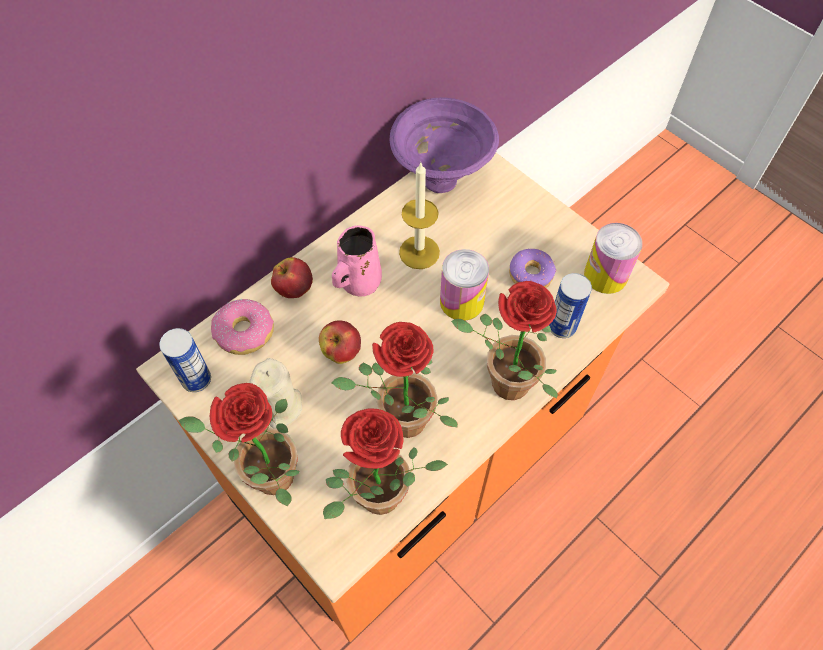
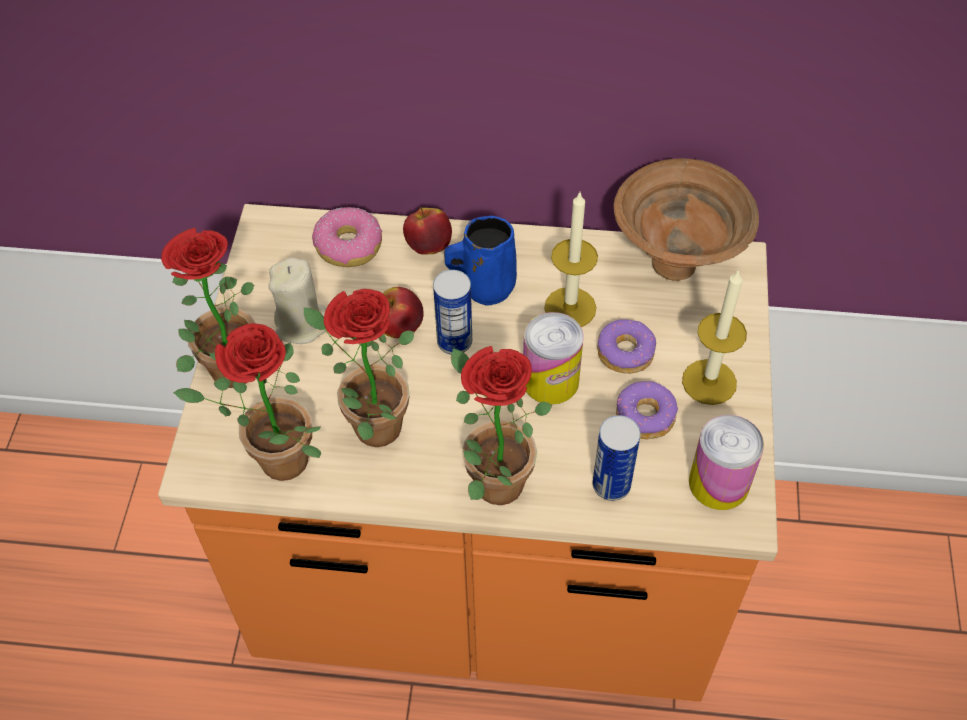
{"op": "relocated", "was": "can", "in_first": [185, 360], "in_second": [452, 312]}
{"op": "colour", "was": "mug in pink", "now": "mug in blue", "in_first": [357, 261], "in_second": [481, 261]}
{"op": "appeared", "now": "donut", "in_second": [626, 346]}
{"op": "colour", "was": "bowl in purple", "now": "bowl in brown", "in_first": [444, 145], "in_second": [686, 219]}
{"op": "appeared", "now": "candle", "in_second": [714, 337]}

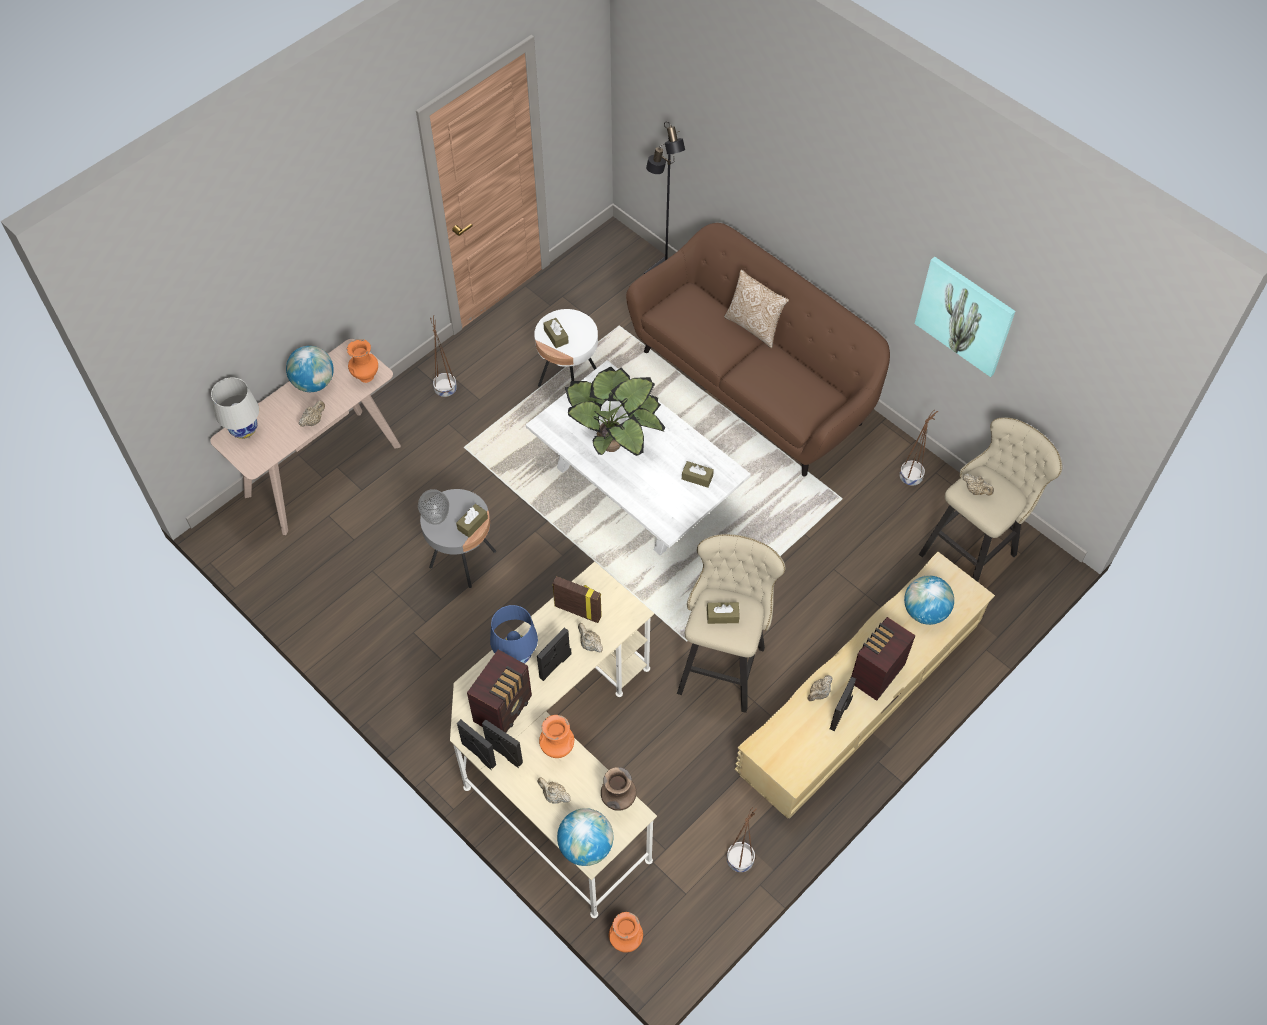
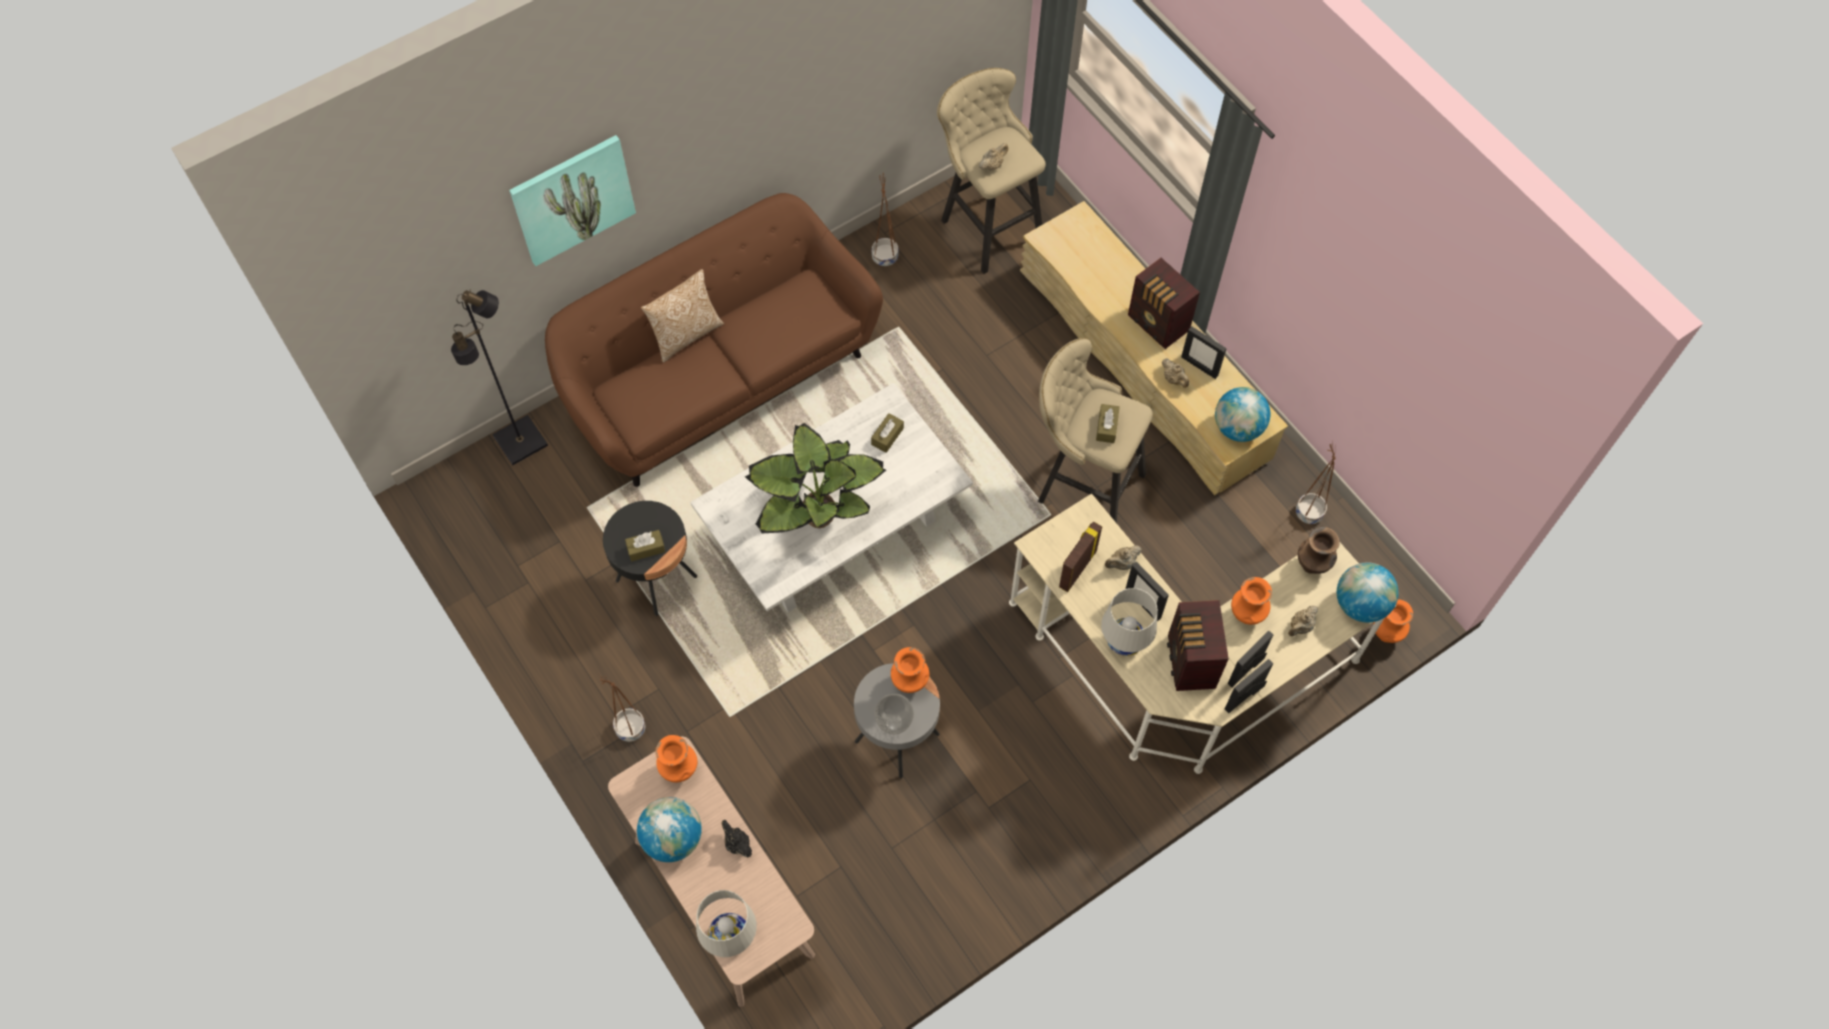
{"op": "relocated", "was": "picture", "in_first": [965, 317], "in_second": [572, 200]}
{"op": "colour", "was": "side table in white", "now": "side table in black", "in_first": [566, 348], "in_second": [650, 558]}
{"op": "colour", "was": "teapot in beige", "now": "teapot in black", "in_first": [312, 414], "in_second": [737, 839]}
{"op": "exchanged", "was": "tissue box in brown", "now": "vase in orange", "in_first": [472, 520], "in_second": [910, 670]}
{"op": "colour", "was": "table lamp in blue", "now": "table lamp in white", "in_first": [514, 634], "in_second": [1129, 622]}
{"op": "spun", "was": "radio", "in_first": [499, 691], "in_second": [1198, 645], "clockwise": -135}
{"op": "relocated", "was": "globe", "in_first": [929, 600], "in_second": [1242, 414]}

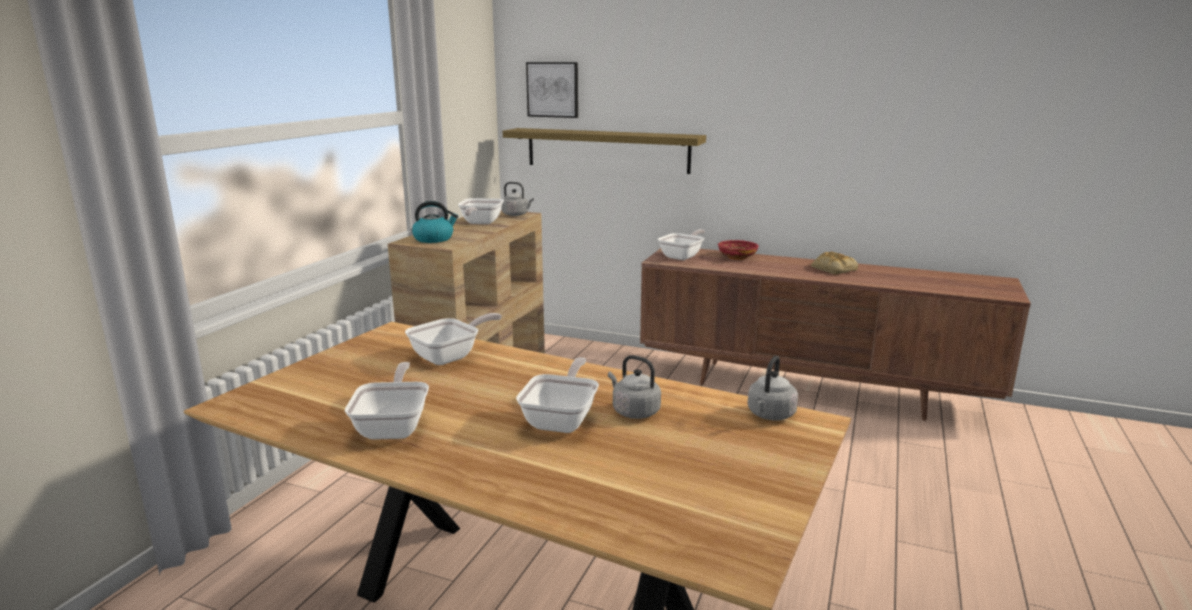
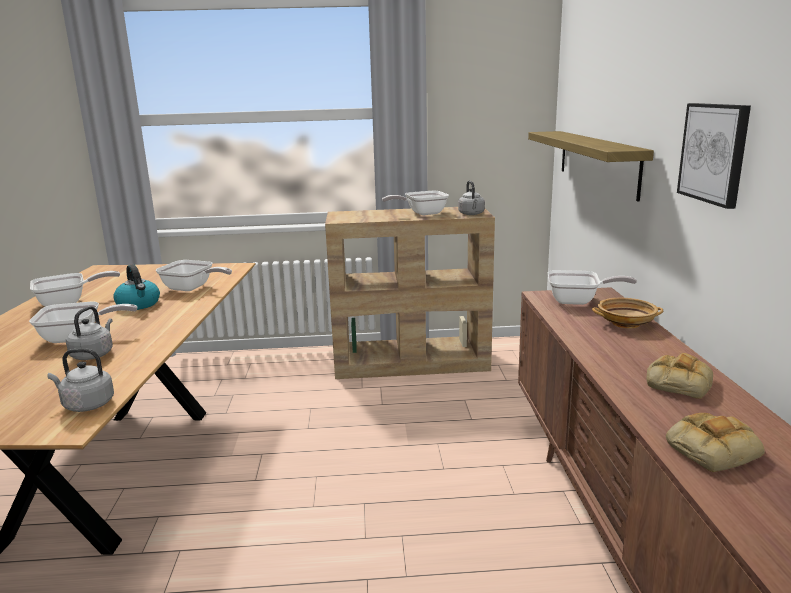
{"op": "relocated", "was": "kettle", "in_first": [435, 222], "in_second": [136, 287]}
{"op": "colour", "was": "bowl in red", "now": "bowl in beige", "in_first": [738, 250], "in_second": [627, 313]}
{"op": "appeared", "now": "bread", "in_second": [715, 442]}
{"op": "relocated", "was": "picture", "in_first": [552, 90], "in_second": [714, 156]}

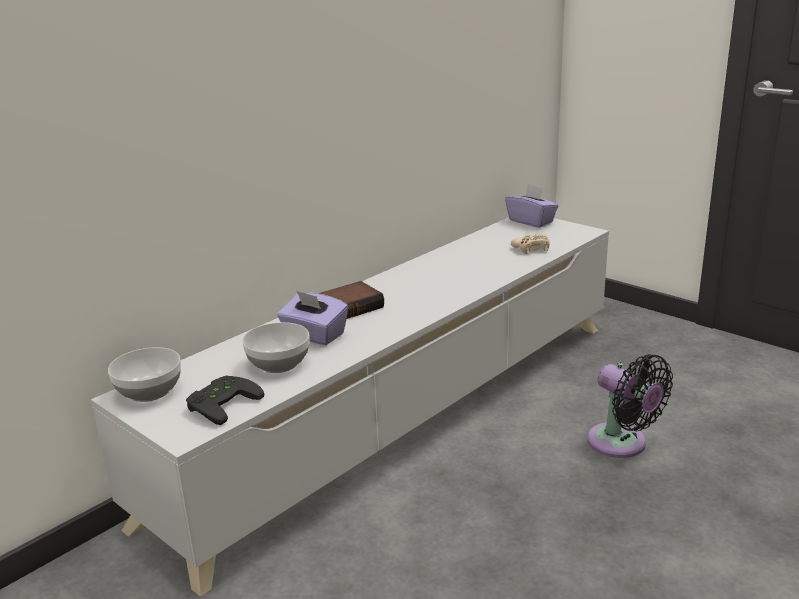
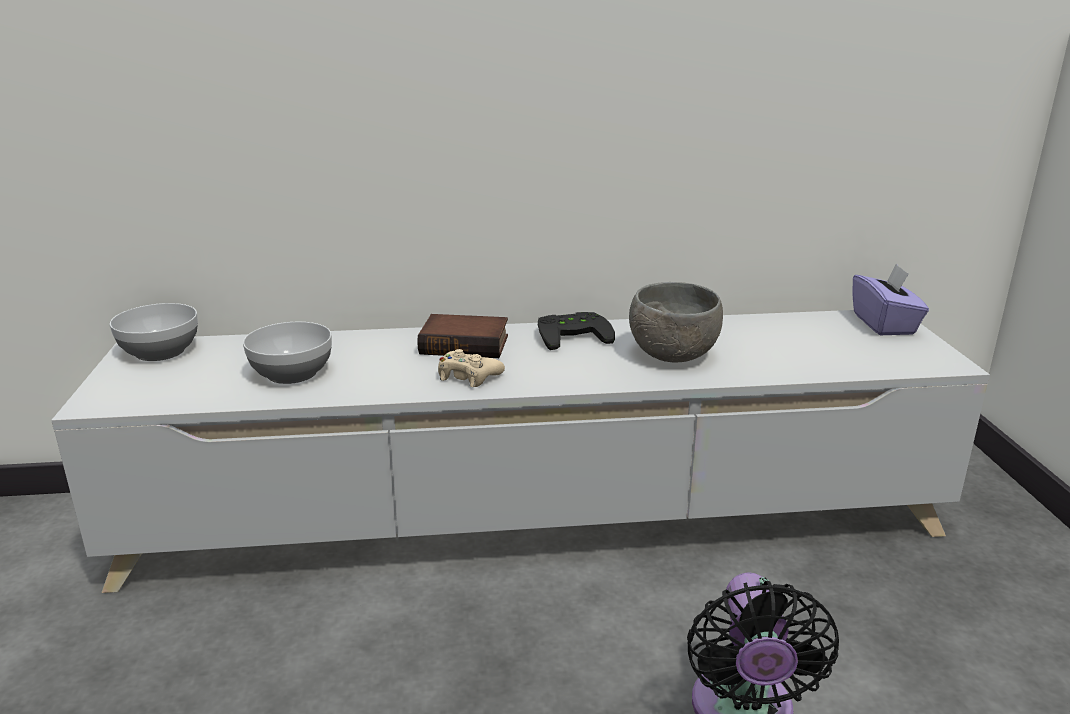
{"op": "relocated", "was": "game controller in beige", "in_first": [530, 244], "in_second": [471, 368]}
{"op": "relocated", "was": "game controller in black", "in_first": [225, 400], "in_second": [576, 331]}
{"op": "appeared", "now": "bowl in grey", "in_second": [676, 322]}
{"op": "missing", "was": "tissue box in purple", "in_first": [312, 317]}

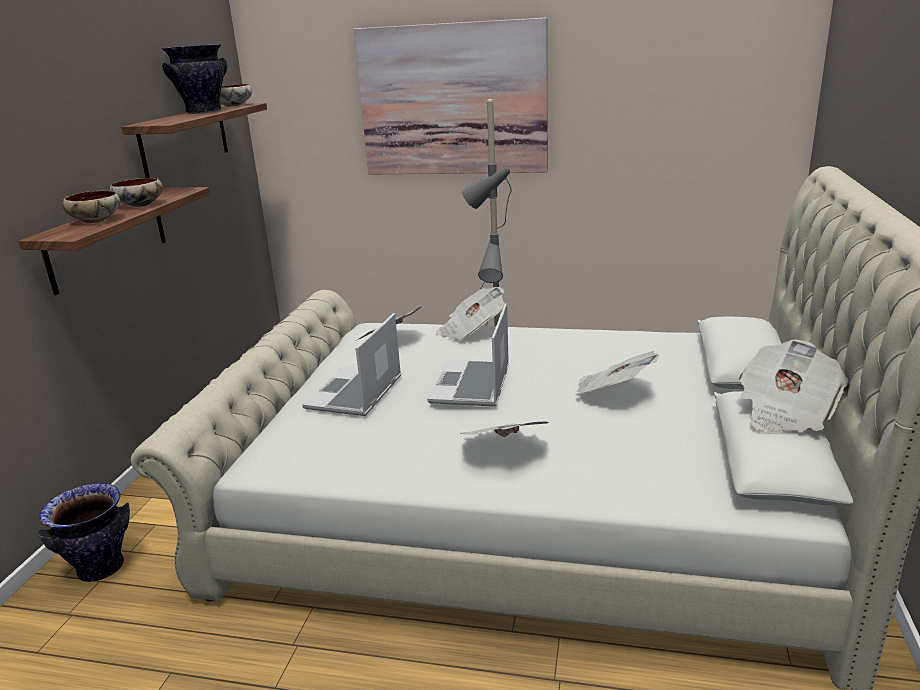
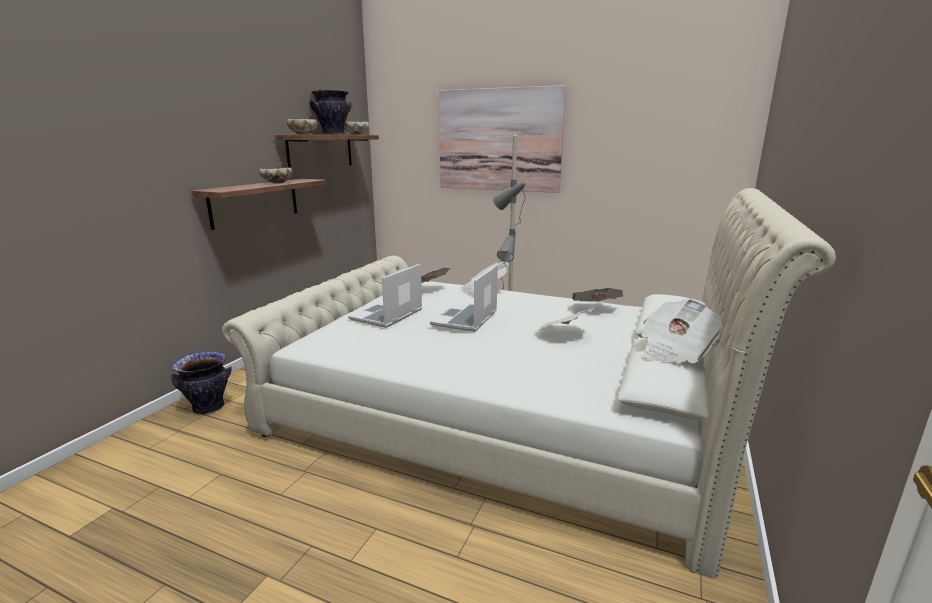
{"op": "relocated", "was": "bowl", "in_first": [91, 207], "in_second": [302, 127]}
{"op": "relocated", "was": "newspaper", "in_first": [504, 429], "in_second": [597, 294]}

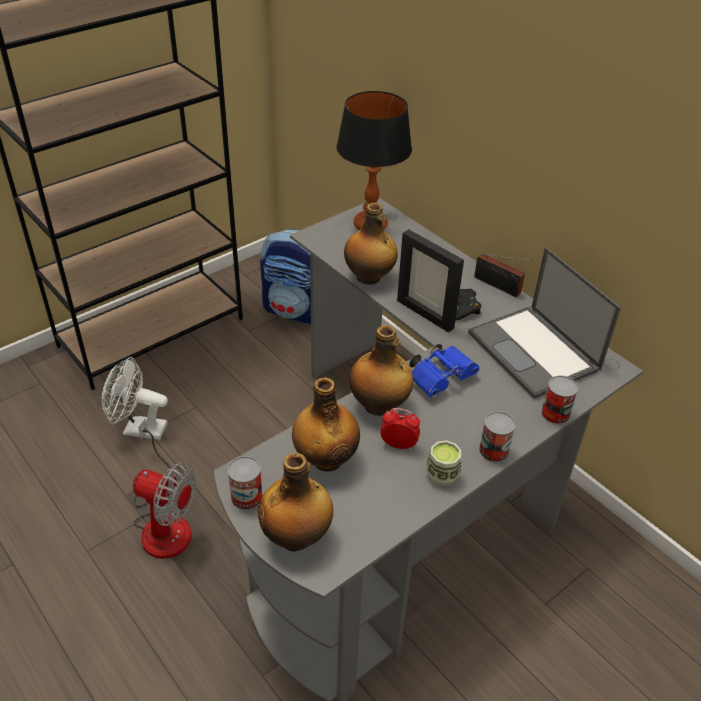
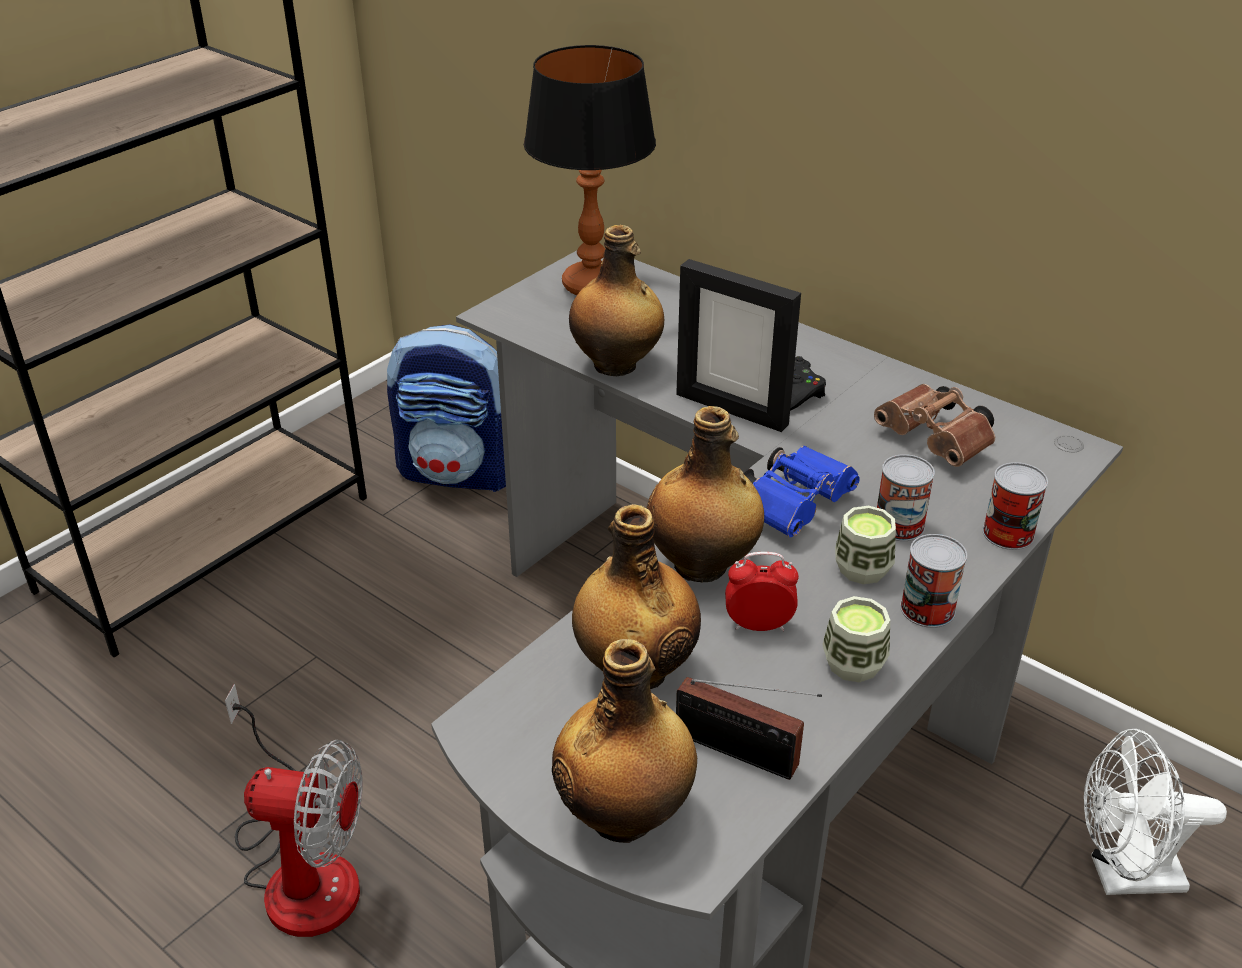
{"op": "relocated", "was": "radio", "in_first": [503, 275], "in_second": [749, 728]}
{"op": "appeared", "now": "cup", "in_second": [865, 545]}
{"op": "exchanged", "was": "laptop", "now": "binoculars in brown", "in_first": [544, 323], "in_second": [934, 425]}
{"op": "relocated", "was": "can", "in_first": [245, 483], "in_second": [906, 497]}
{"op": "relocated", "was": "fan in white", "in_first": [135, 398], "in_second": [1155, 812]}

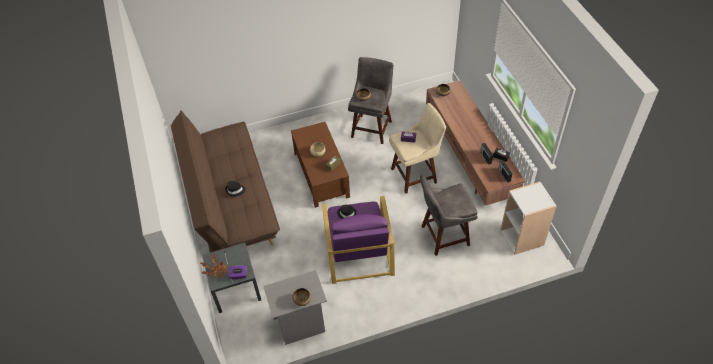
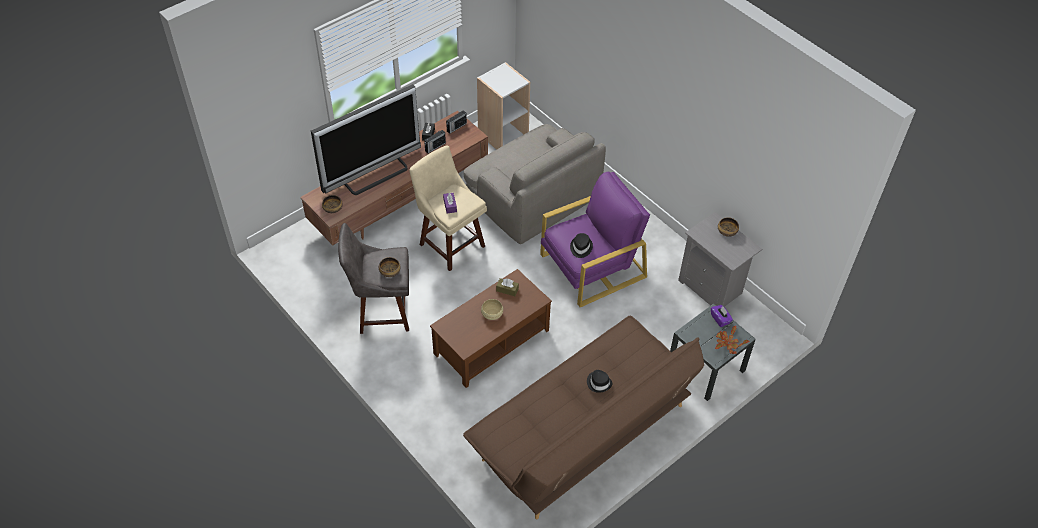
{"op": "appeared", "now": "television", "in_second": [366, 139]}
{"op": "exchanged", "was": "stool in grey", "now": "armchair in grey", "in_first": [449, 215], "in_second": [535, 184]}

